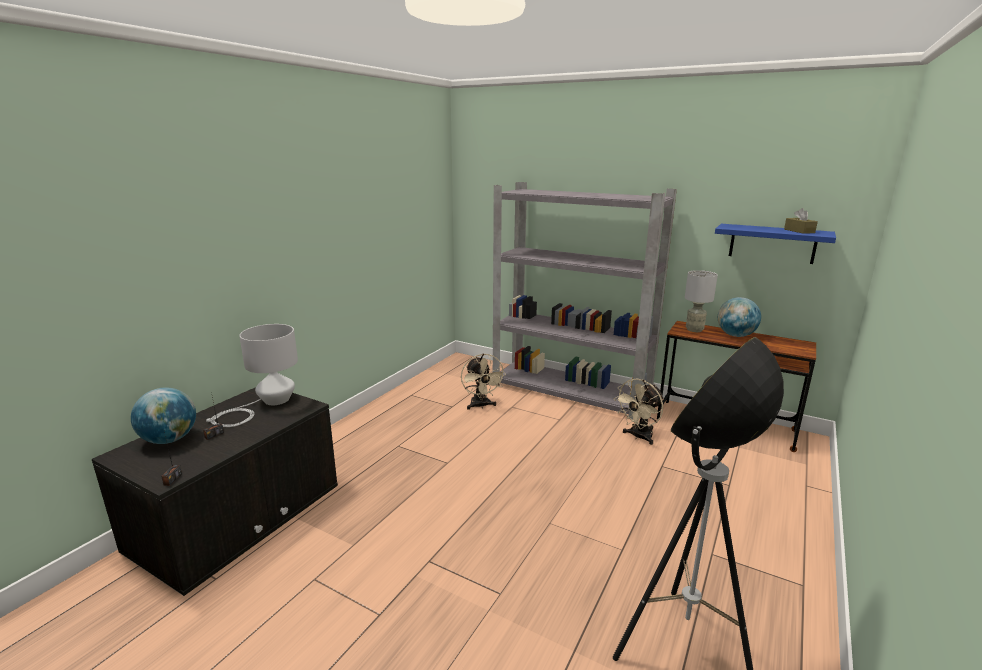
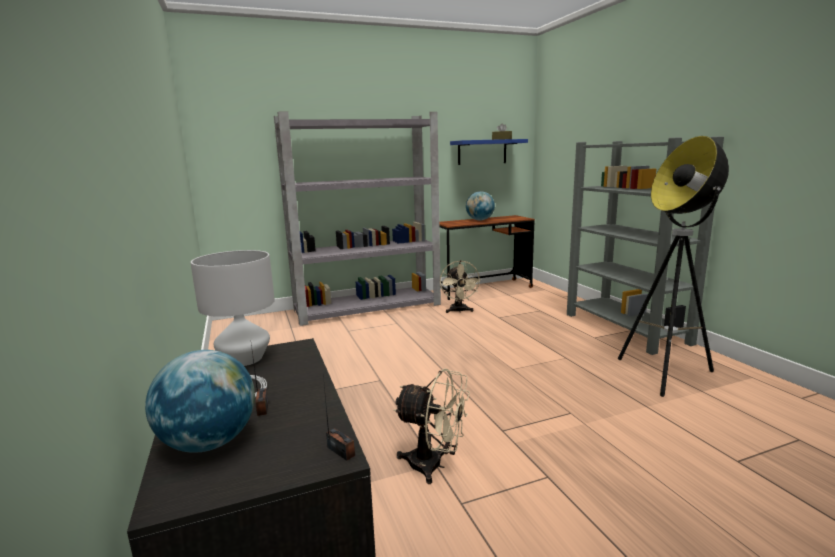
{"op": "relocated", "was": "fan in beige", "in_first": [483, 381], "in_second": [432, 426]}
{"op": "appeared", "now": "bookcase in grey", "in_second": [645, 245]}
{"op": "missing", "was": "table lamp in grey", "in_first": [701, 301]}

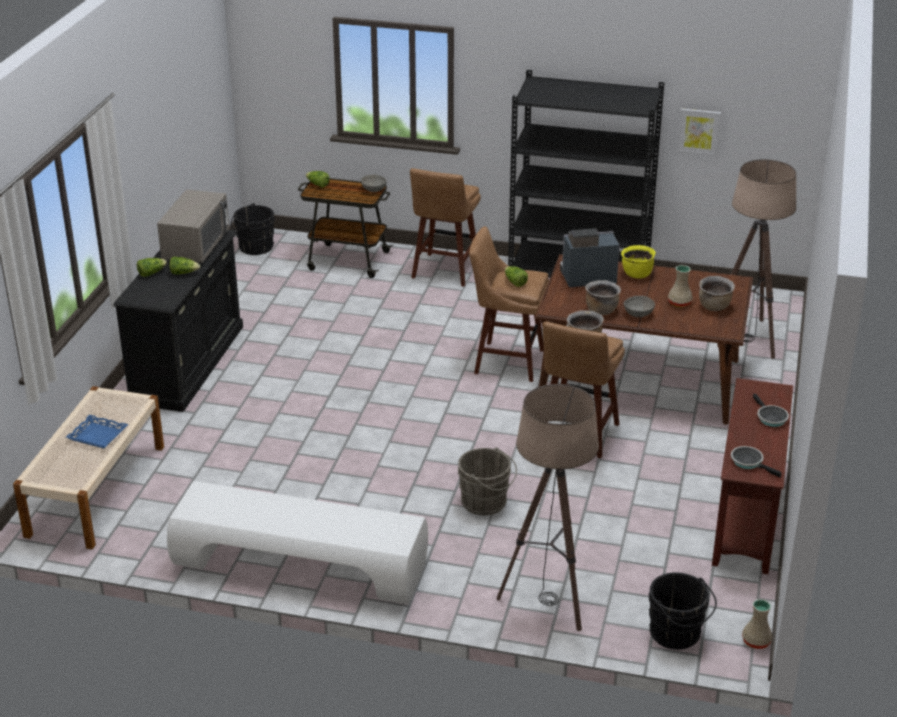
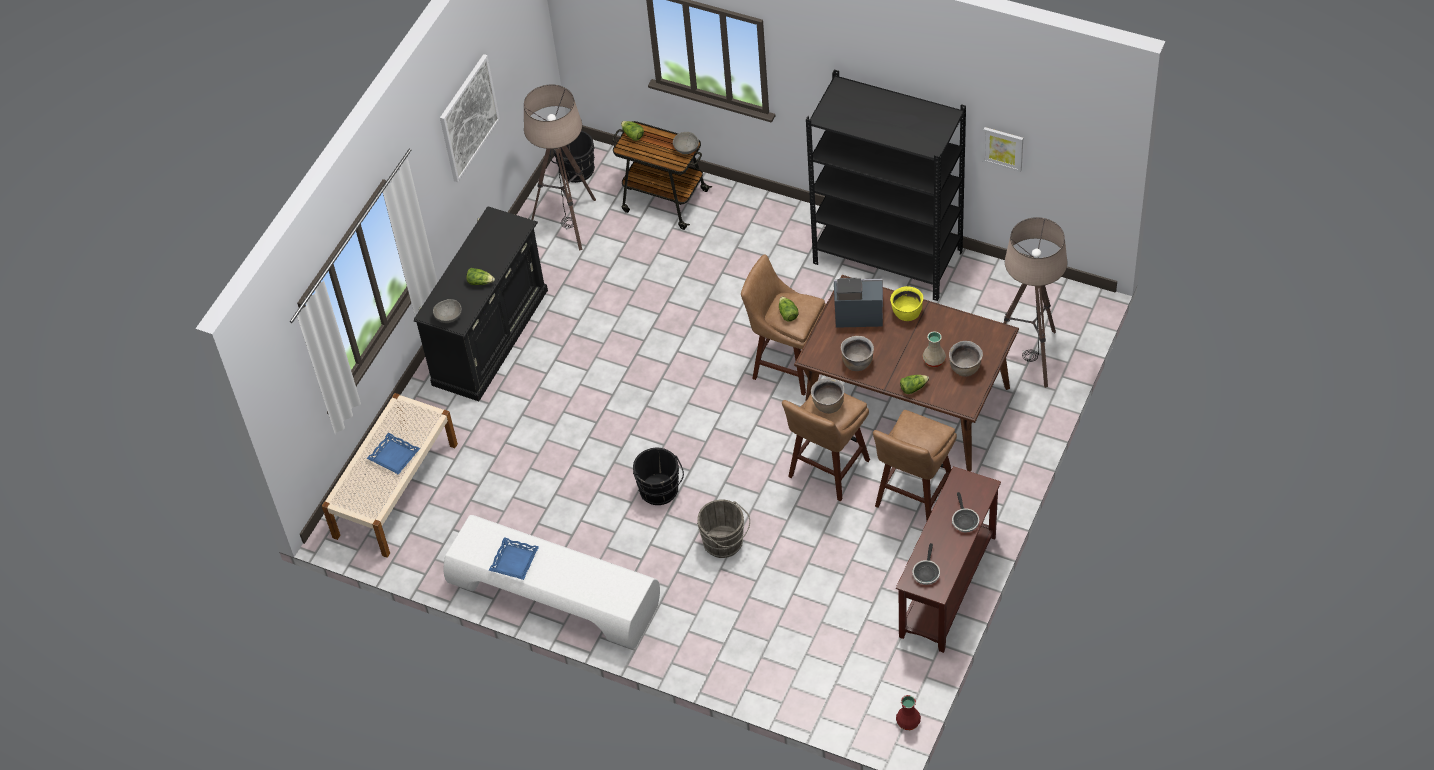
{"op": "relocated", "was": "bowl in grey", "in_first": [639, 306], "in_second": [447, 311]}
{"op": "appeared", "now": "picture", "in_second": [470, 118]}
{"op": "appeared", "now": "tray in blue", "in_second": [513, 558]}
{"op": "relocated", "was": "floor lamp", "in_first": [548, 507], "in_second": [560, 167]}
{"op": "relocated", "was": "bucket in black", "in_first": [682, 610], "in_second": [658, 476]}
{"op": "relocated", "was": "stool in brown", "in_first": [445, 227], "in_second": [915, 465]}
{"op": "colour", "was": "vase in beige", "now": "vase in red", "in_first": [757, 624], "in_second": [908, 712]}
{"op": "relocated", "was": "lettuce", "in_first": [152, 267], "in_second": [914, 384]}
{"op": "spun", "was": "frying pan", "in_first": [756, 462], "in_second": [926, 564], "clockwise": -135}
{"op": "missing", "was": "microwave in grey", "in_first": [193, 226]}

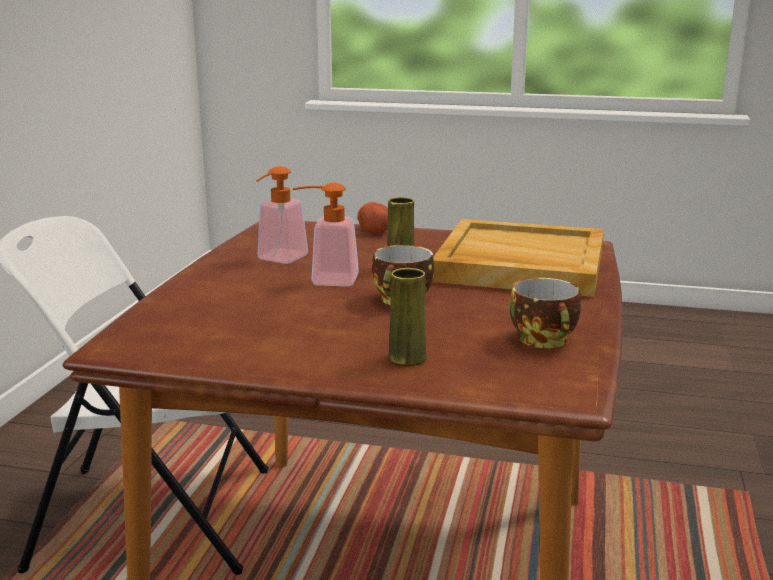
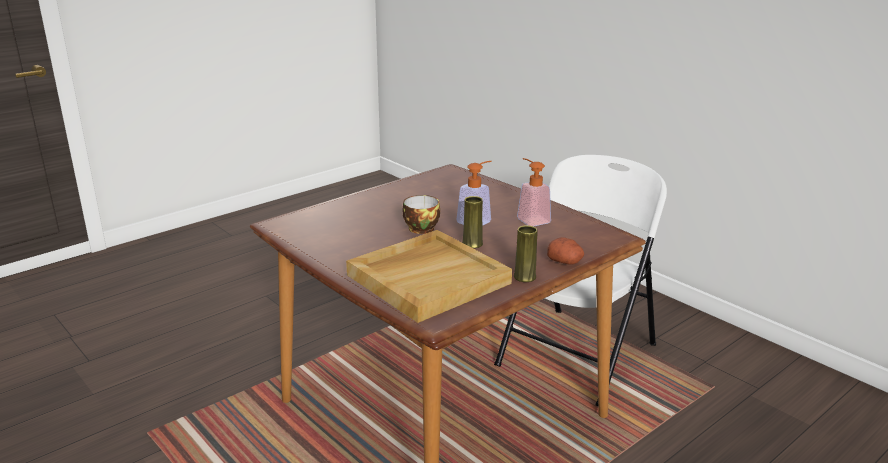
{"op": "relocated", "was": "vase in yellow", "in_first": [407, 317], "in_second": [525, 253]}
{"op": "missing", "was": "cup", "in_first": [545, 313]}

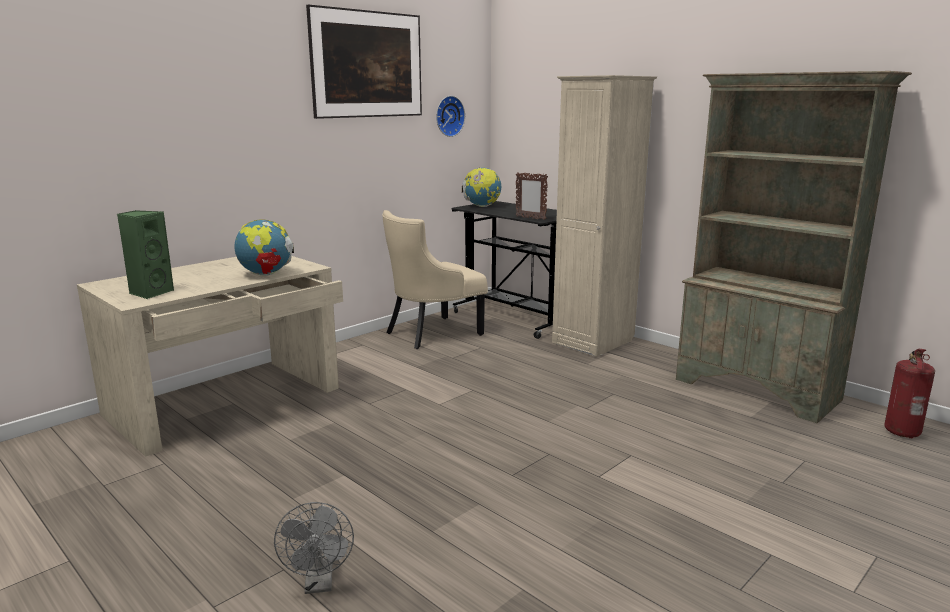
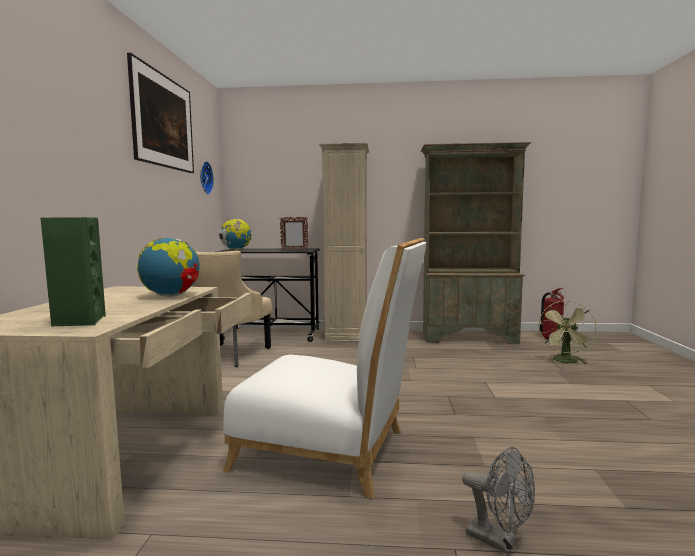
{"op": "appeared", "now": "chair in white", "in_second": [324, 368]}
{"op": "appeared", "now": "fan in green", "in_second": [568, 332]}

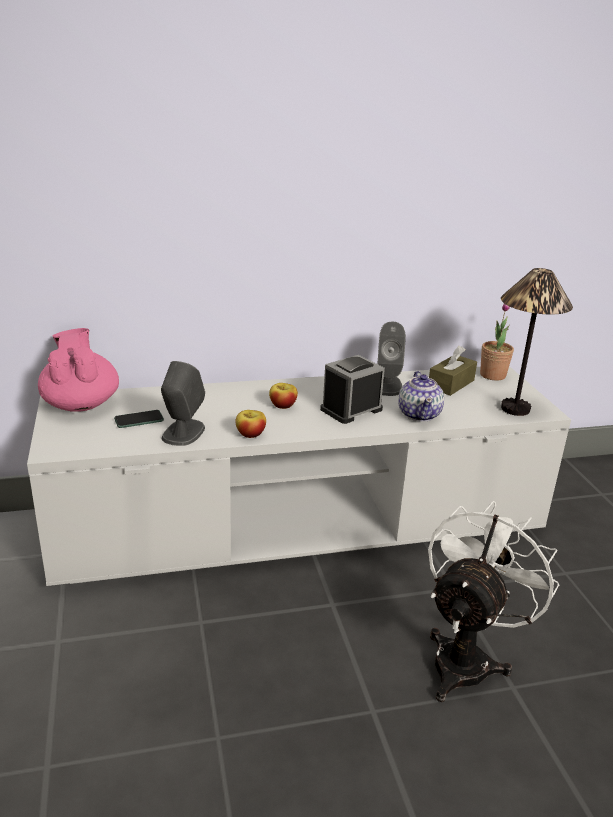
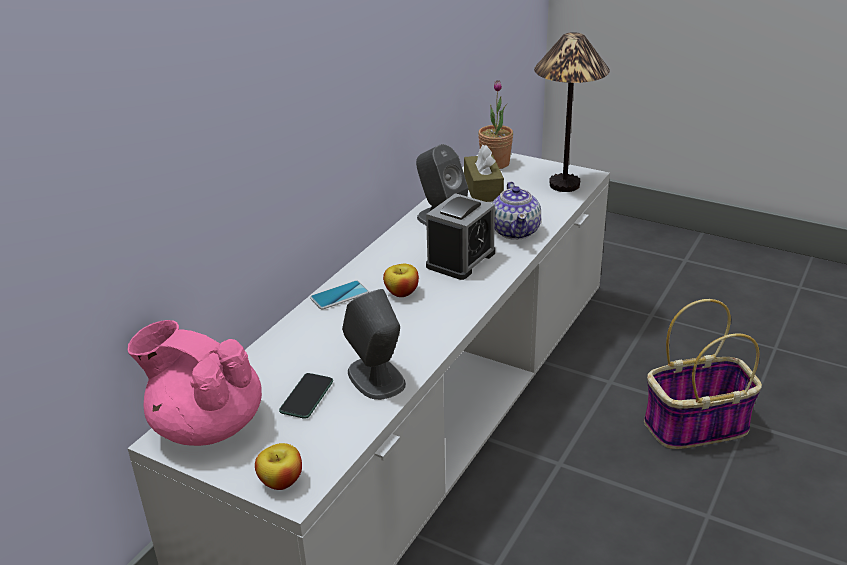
{"op": "relocated", "was": "apple", "in_first": [251, 424], "in_second": [278, 466]}
{"op": "appeared", "now": "phone", "in_second": [339, 295]}
{"op": "spun", "was": "alarm clock", "in_first": [352, 389], "in_second": [460, 236], "clockwise": -150}
{"op": "spun", "was": "teapot", "in_first": [421, 396], "in_second": [516, 211], "clockwise": 45}
{"op": "exchanged", "was": "fan in white", "now": "basket", "in_first": [493, 601], "in_second": [703, 374]}

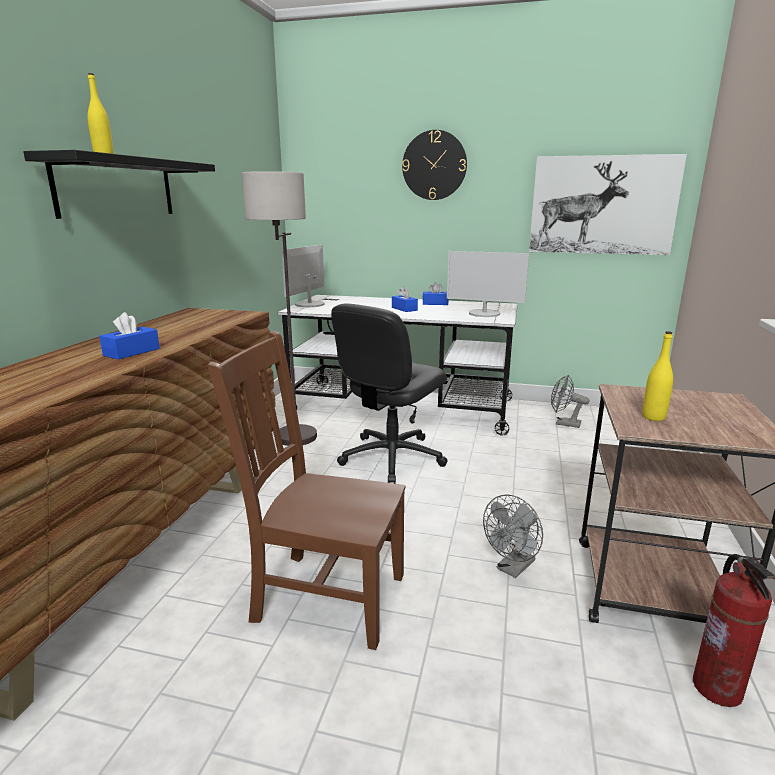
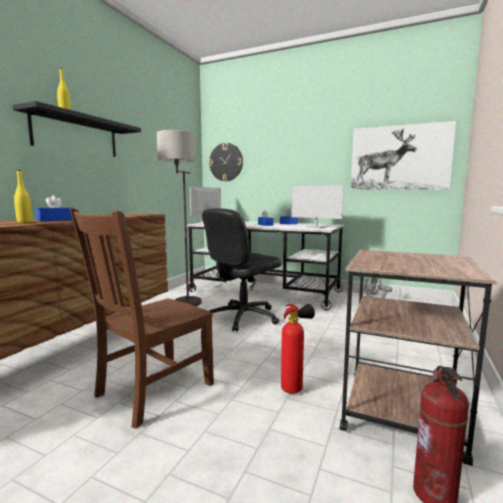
{"op": "relocated", "was": "bottle in yellow", "in_first": [657, 376], "in_second": [23, 196]}
{"op": "spun", "was": "chair in brown", "in_first": [306, 490], "in_second": [142, 318], "clockwise": -75}
{"op": "relocated", "was": "wall clock", "in_first": [434, 165], "in_second": [226, 162]}
{"op": "exchanged", "was": "fan in grey", "now": "fire extinguisher", "in_first": [513, 536], "in_second": [298, 349]}

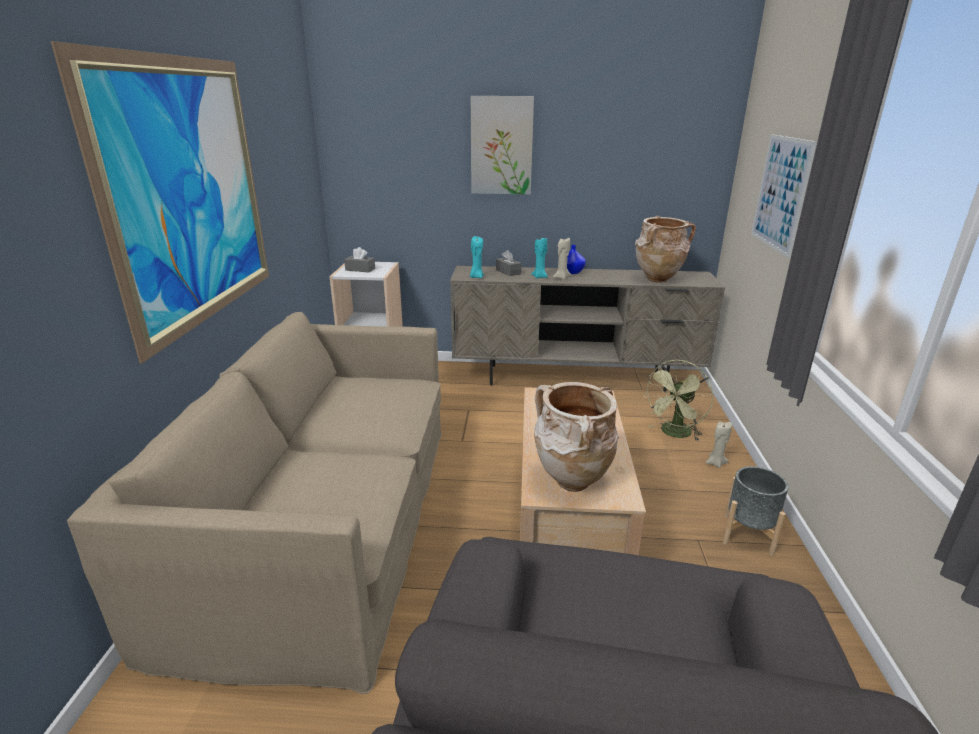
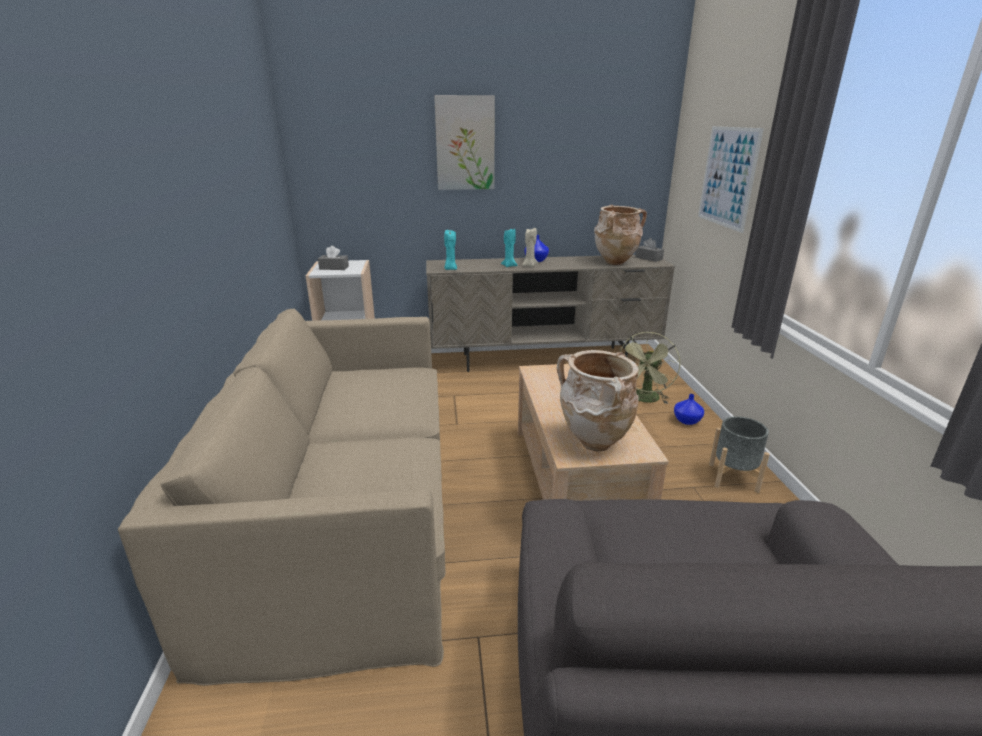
{"op": "relocated", "was": "tissue box in grey", "in_first": [509, 263], "in_second": [649, 250]}
{"op": "exchanged", "was": "candle in beige", "now": "vase in blue", "in_first": [719, 444], "in_second": [689, 409]}
{"op": "missing", "was": "picture", "in_first": [160, 202]}

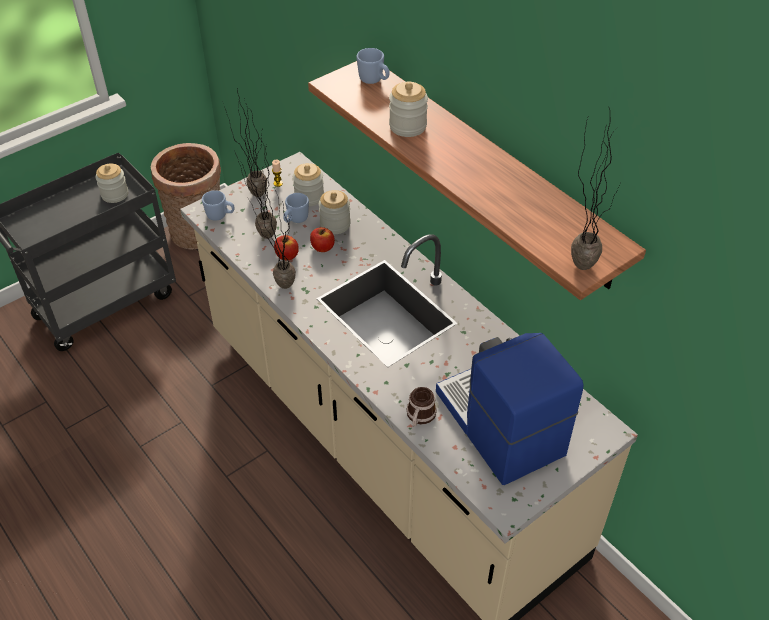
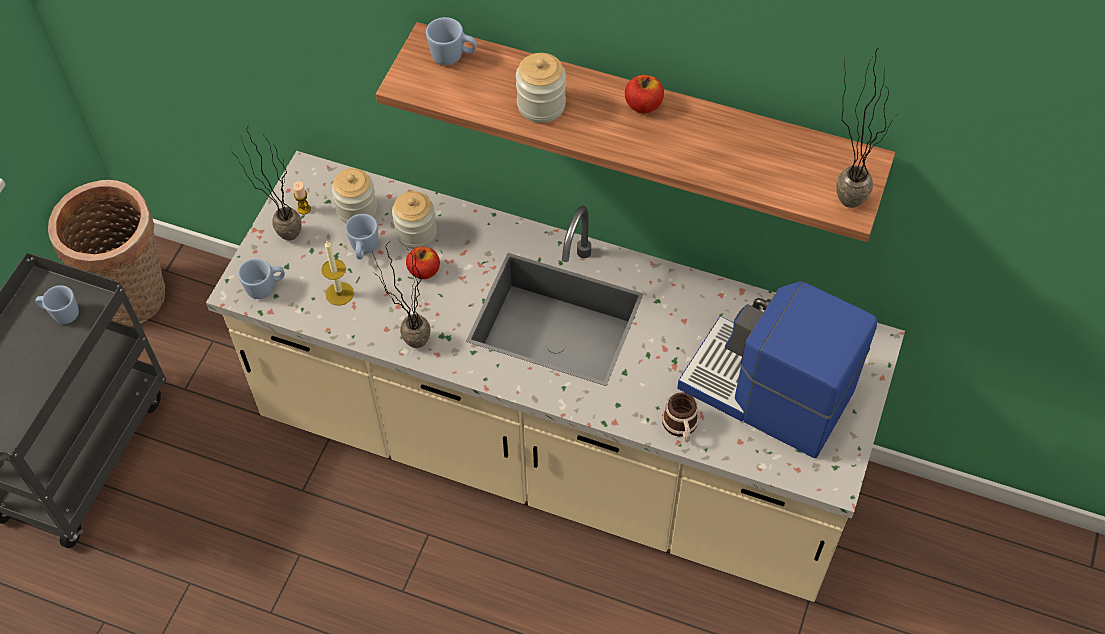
{"op": "exchanged", "was": "jar", "now": "mug in blue", "in_first": [112, 183], "in_second": [57, 304]}
{"op": "exchanged", "was": "potted plant", "now": "candle", "in_first": [256, 187], "in_second": [337, 273]}
{"op": "relocated", "was": "apple", "in_first": [286, 247], "in_second": [644, 94]}

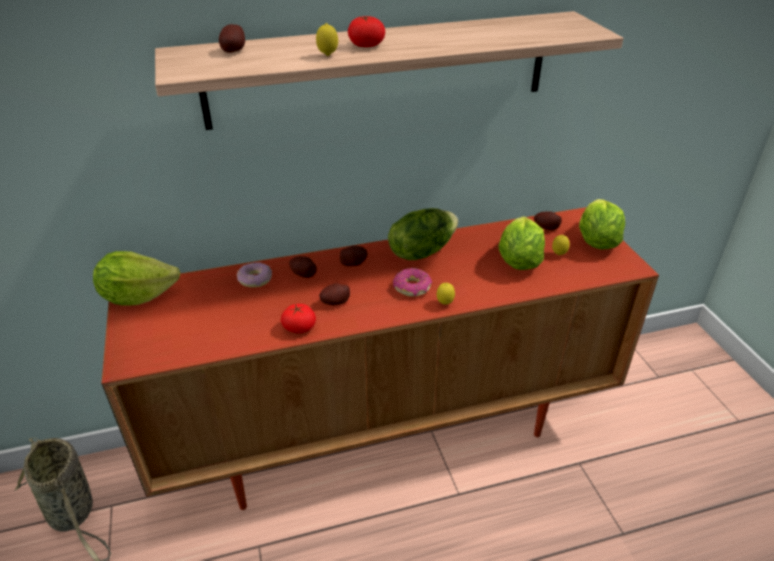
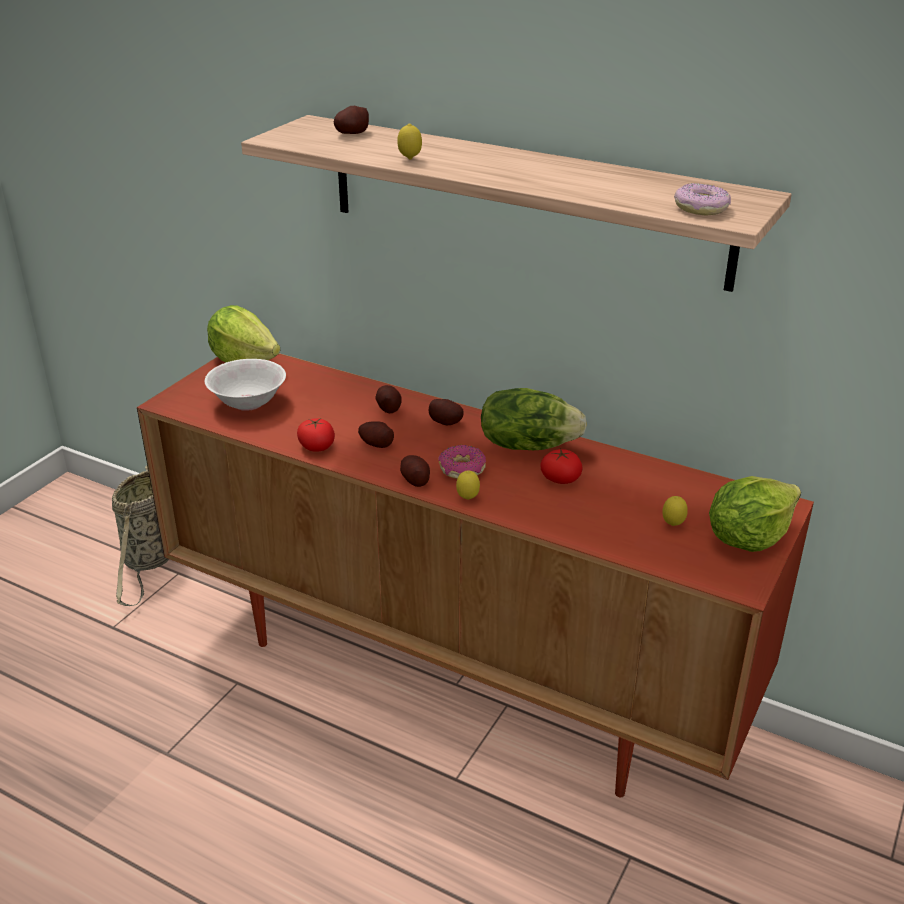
{"op": "appeared", "now": "bowl in white", "in_second": [245, 385]}
{"op": "relocated", "was": "potato", "in_first": [548, 220], "in_second": [415, 471]}
{"op": "relocated", "was": "tomato", "in_first": [366, 31], "in_second": [561, 466]}
{"op": "relocated", "was": "donut", "in_first": [254, 275], "in_second": [702, 199]}
{"op": "missing", "was": "lettuce", "in_first": [521, 243]}

